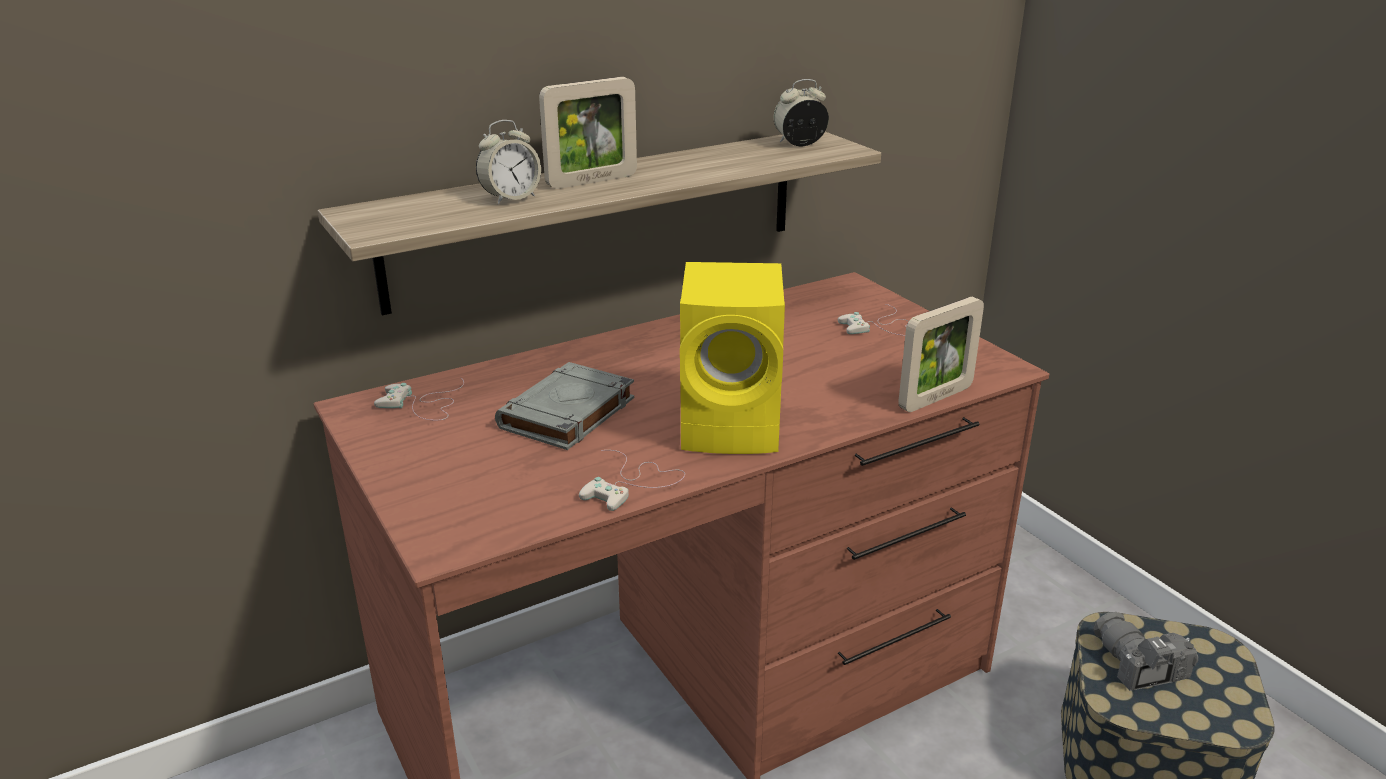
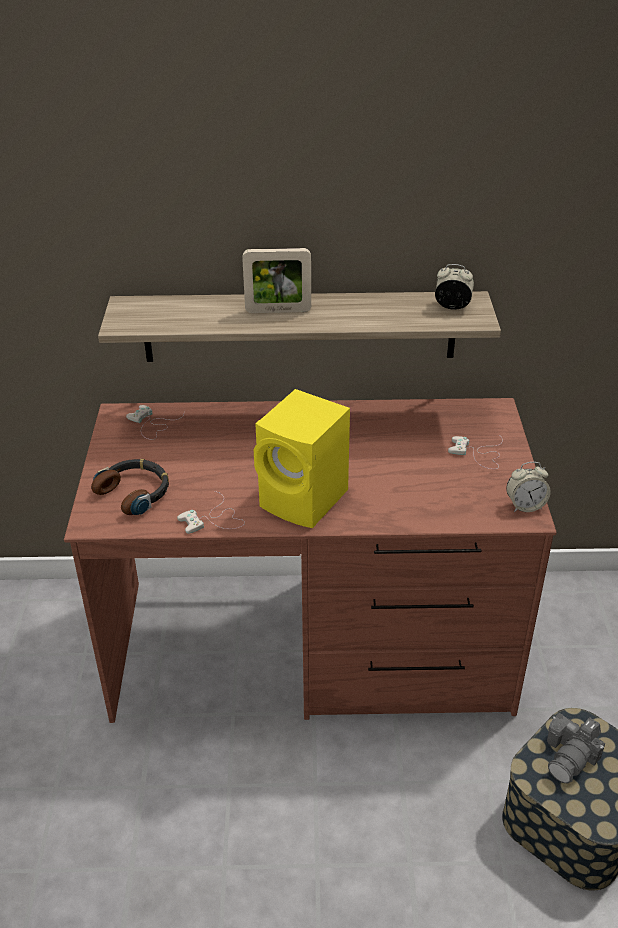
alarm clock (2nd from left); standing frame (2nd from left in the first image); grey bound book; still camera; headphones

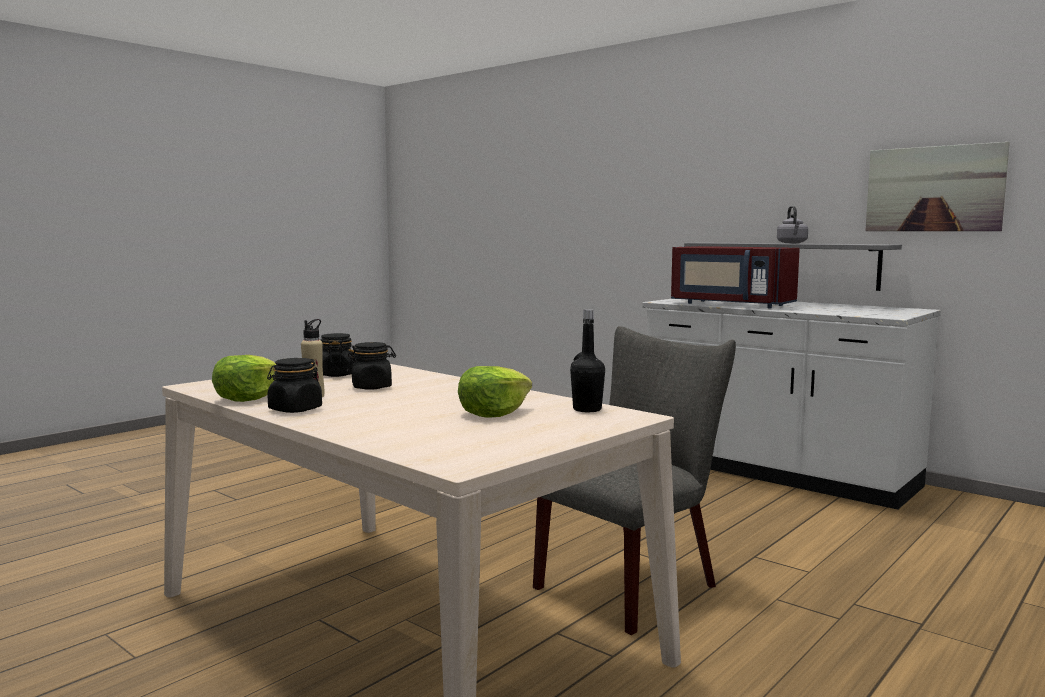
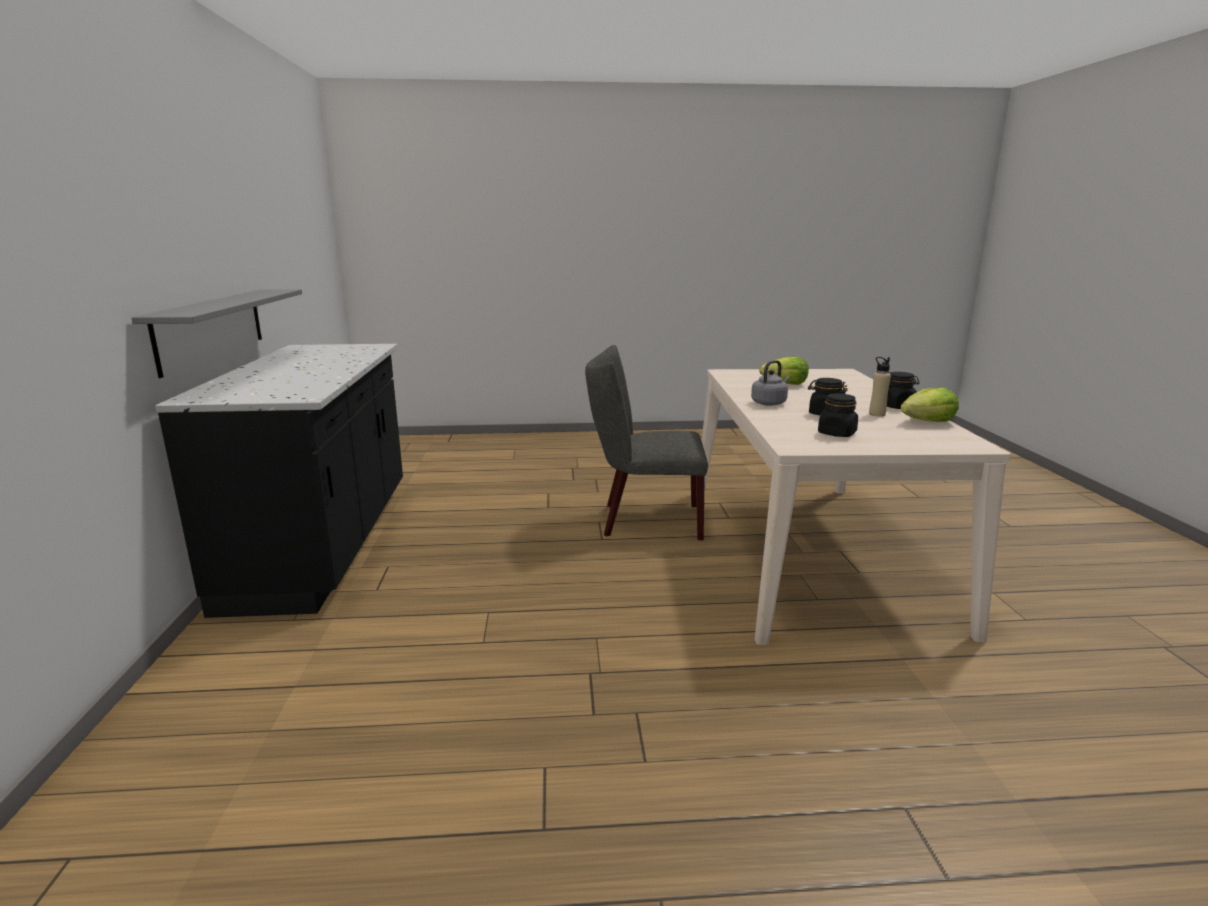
picture; grey water kettle; red-coloured kitchen microwave; blackish counter; blackish bottle

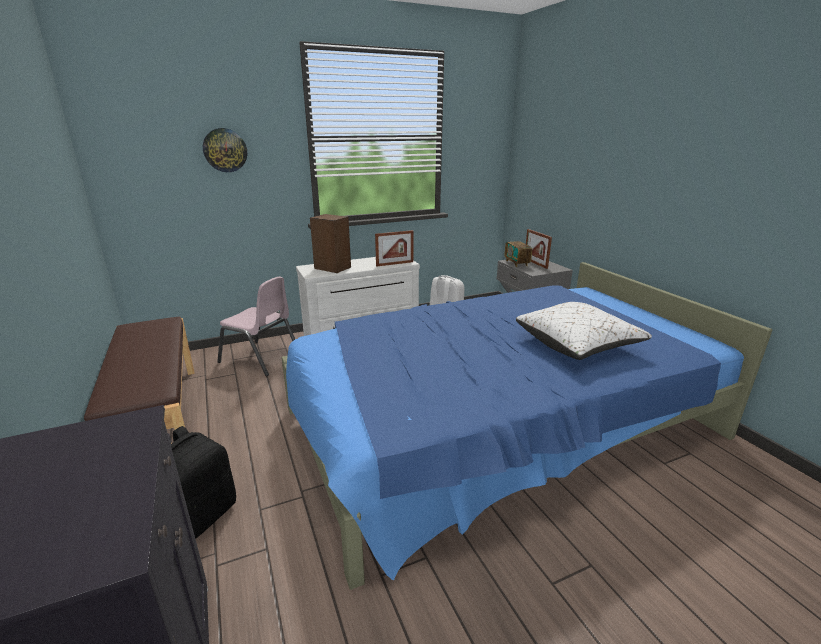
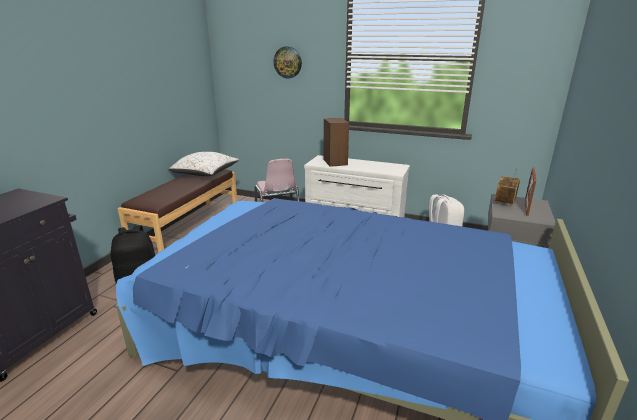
standing frame (1st from left in the first image); whitish cushion

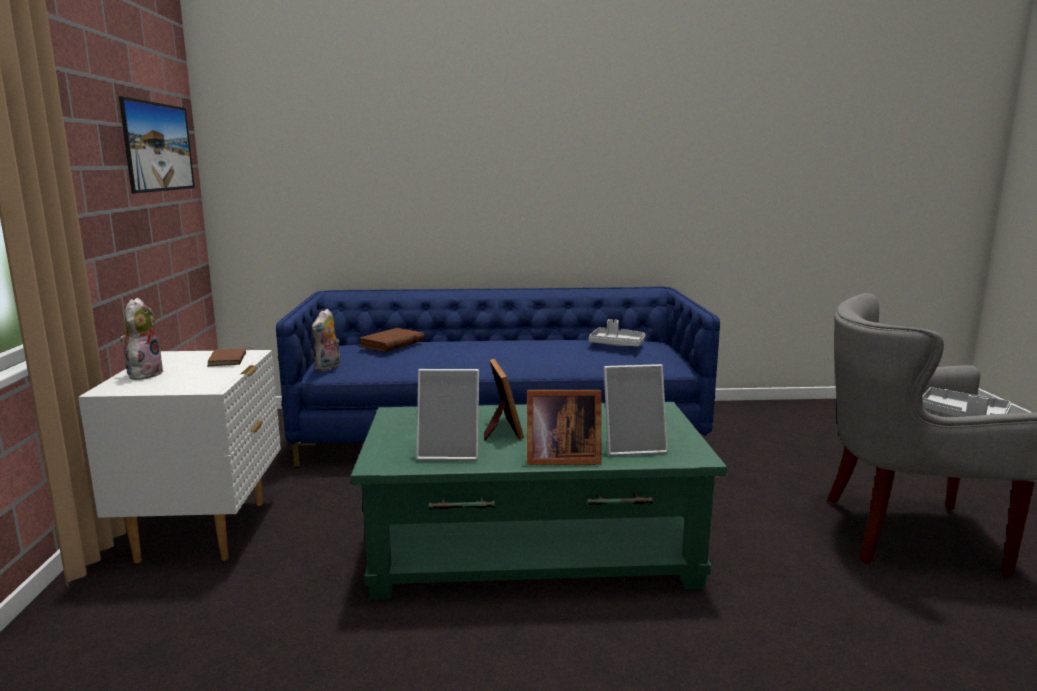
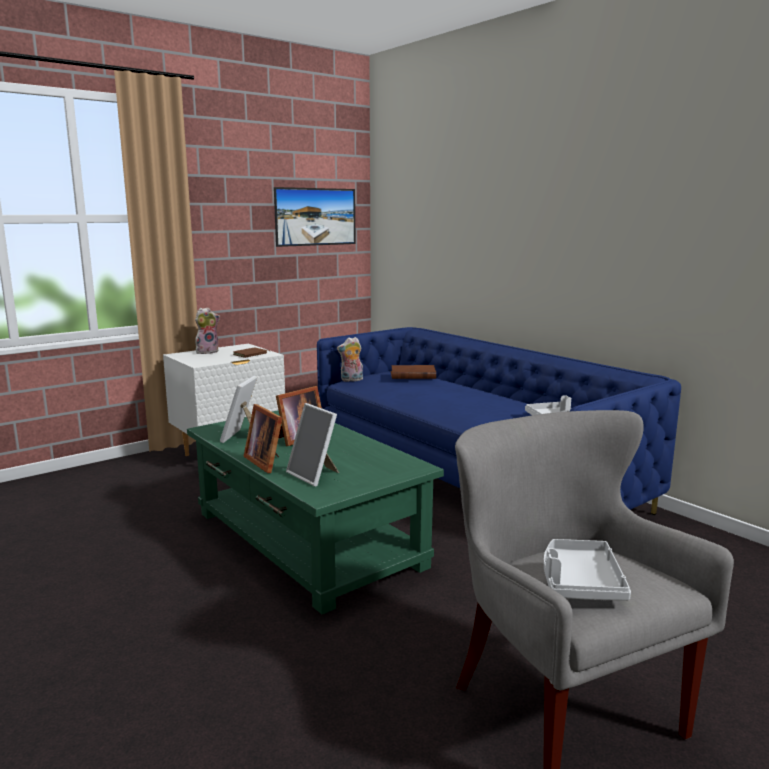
standing frame (1st from left)

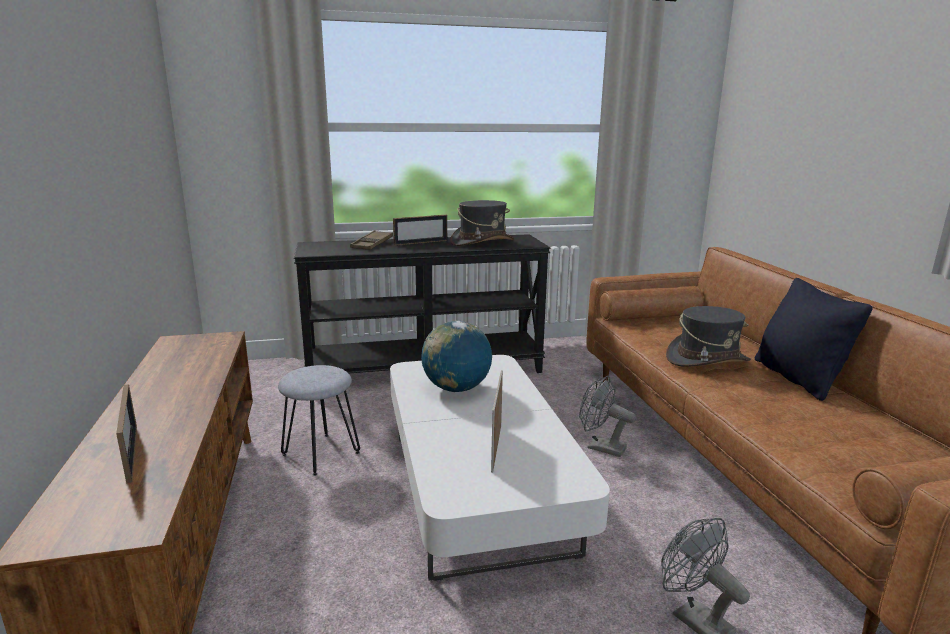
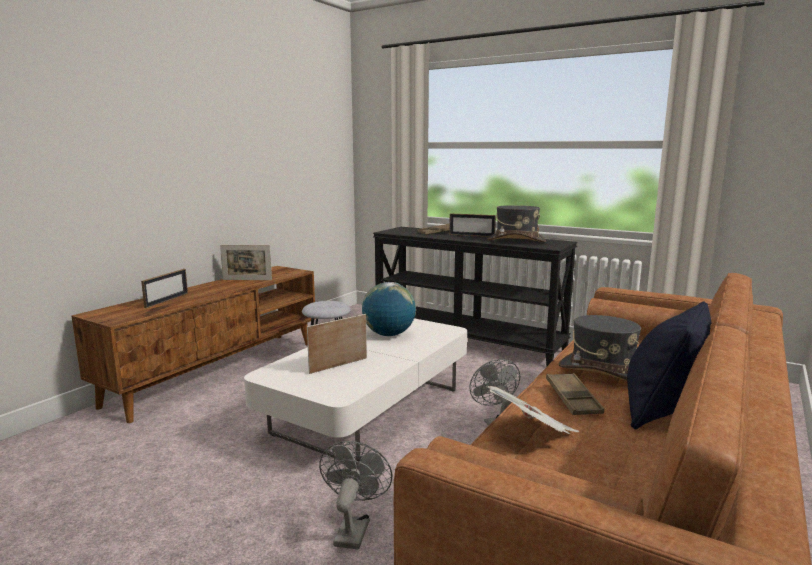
standing frame (2nd from left); brown-coloured carrying tray (2nd from left); newspaper

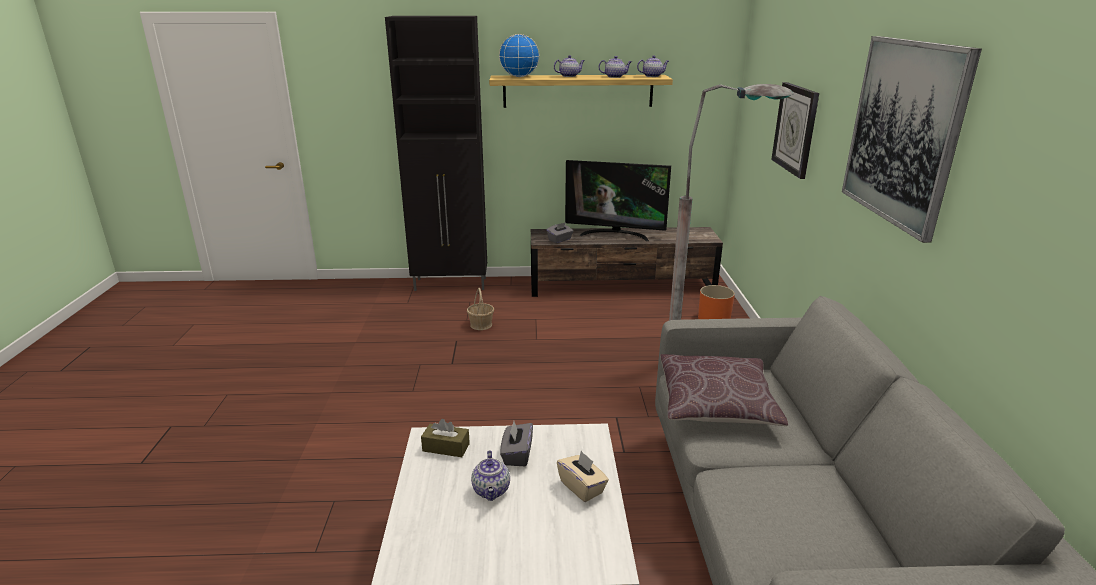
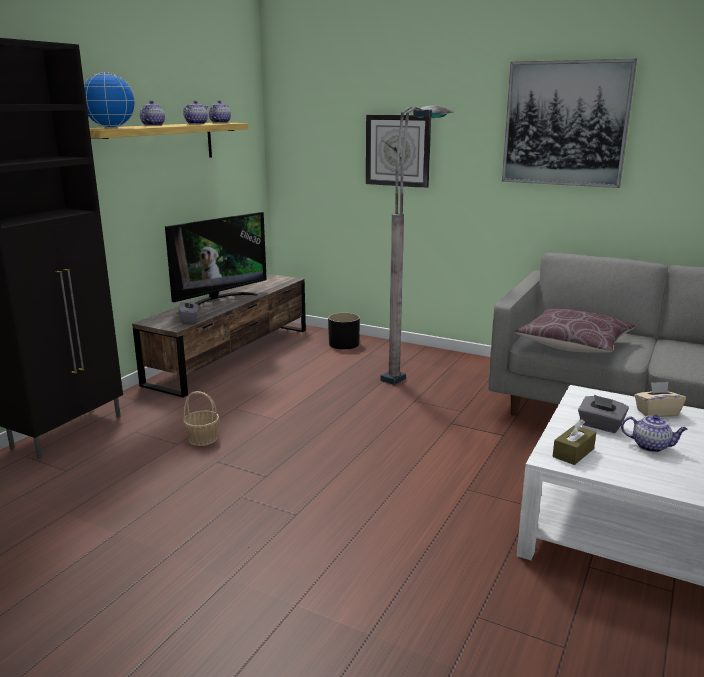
blackish flower pot

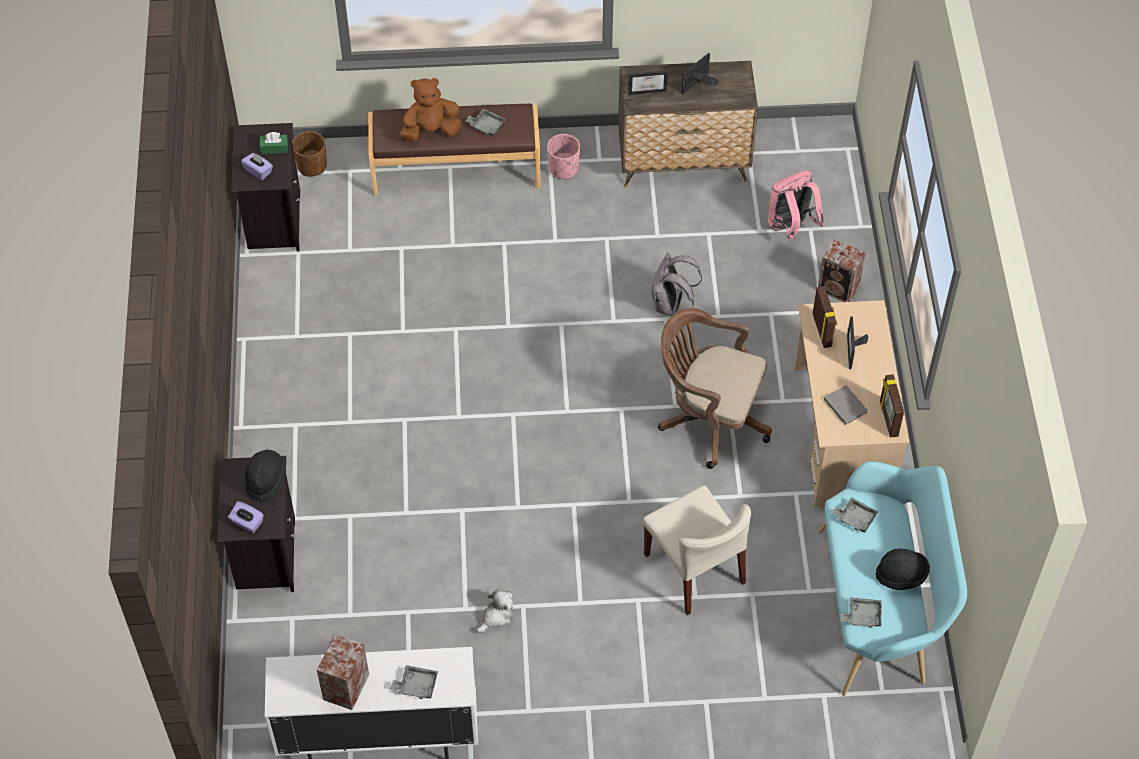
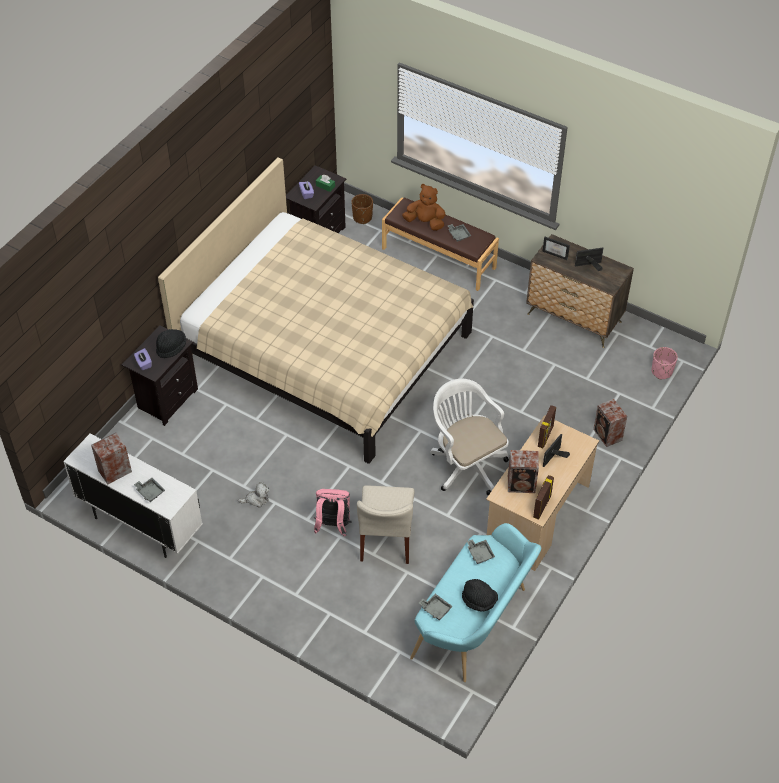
pinkish flower pot; pinkish knapsack; grey knapsack; whitish desk chair; loudspeaker (2nd from left); sand-coloured bedroom bed

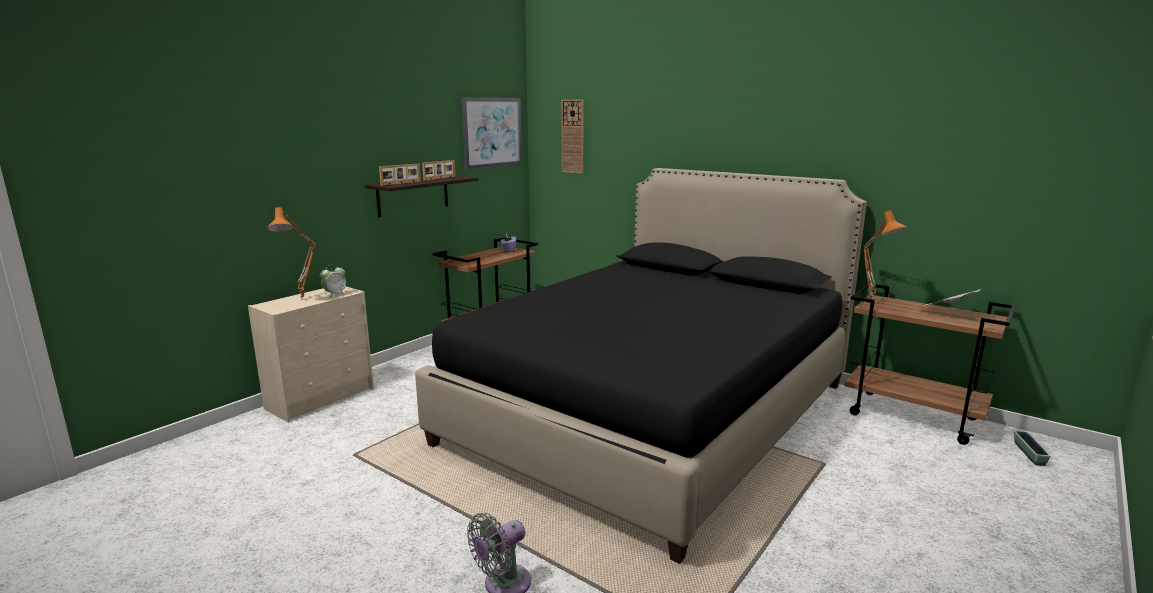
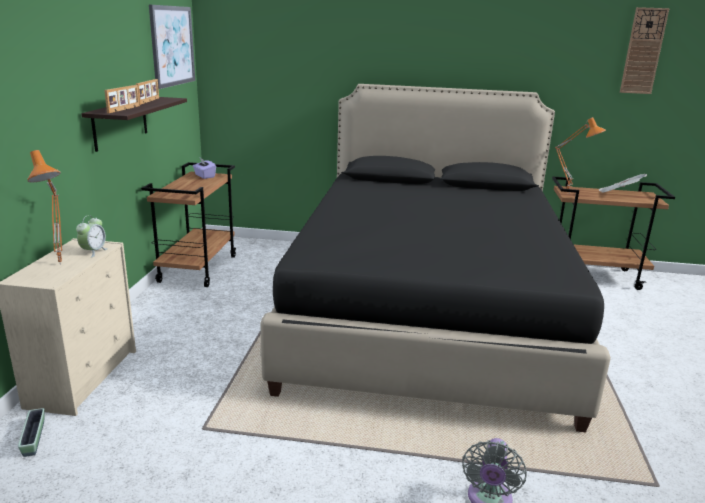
clock on the wall; flower pot

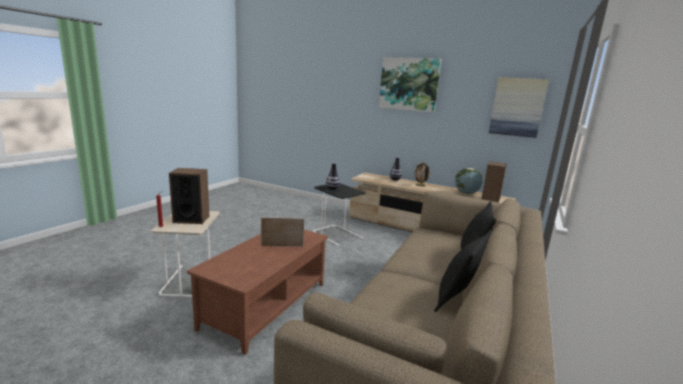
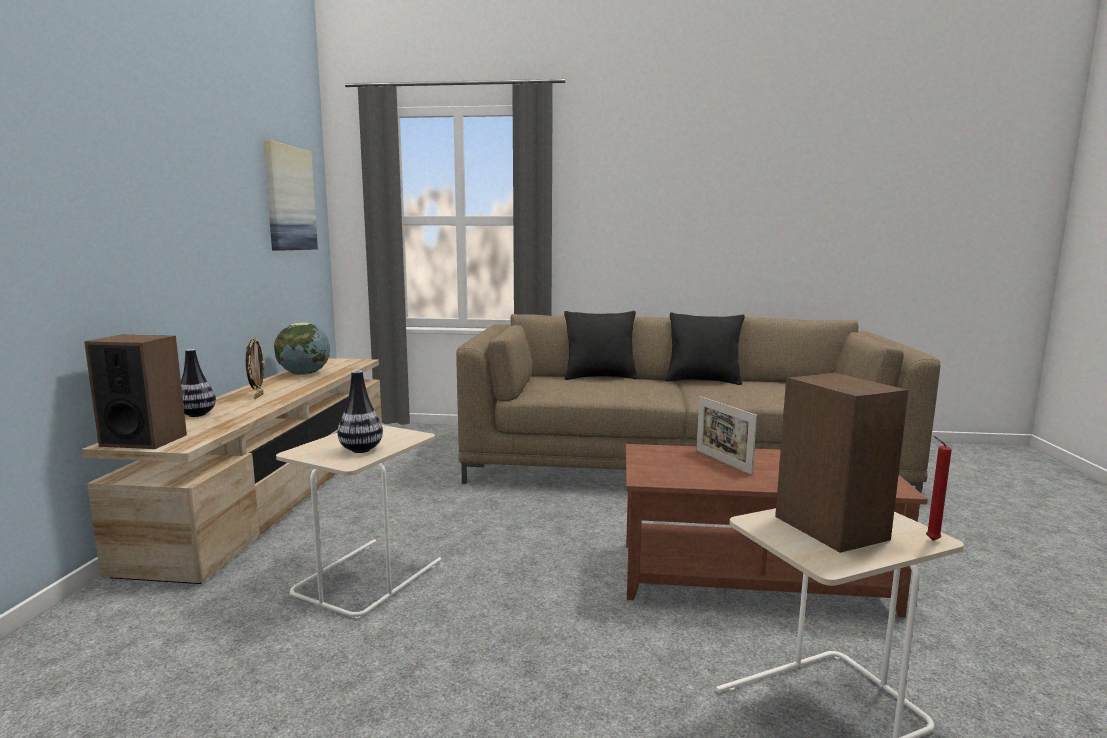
picture (1st from left in the first image); loudspeaker (1st from left); sand-coloured end table (1st from left)

